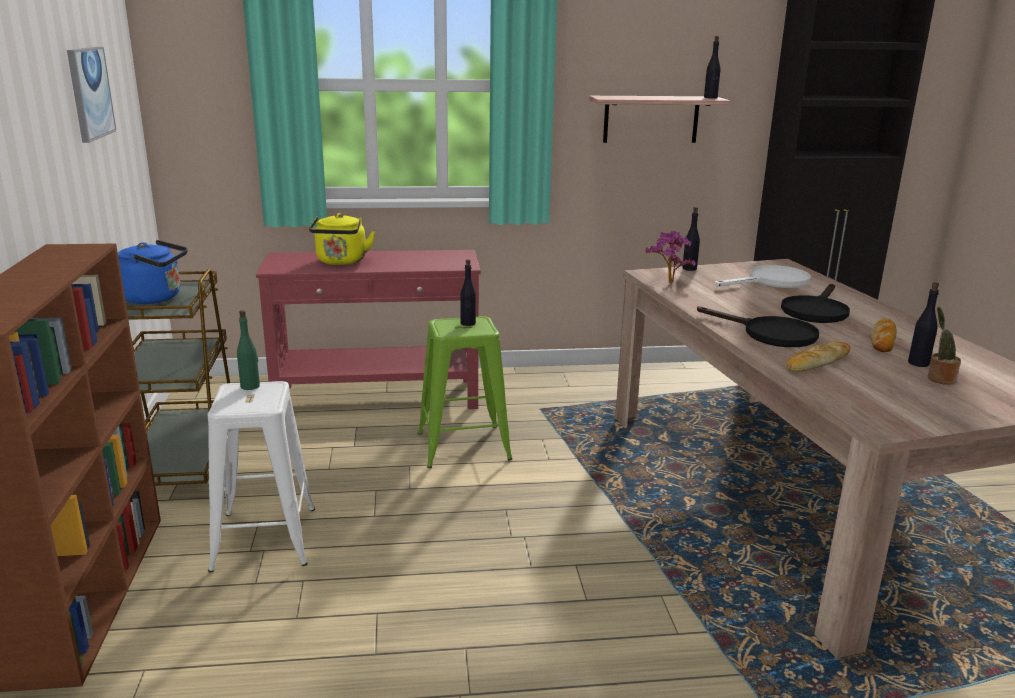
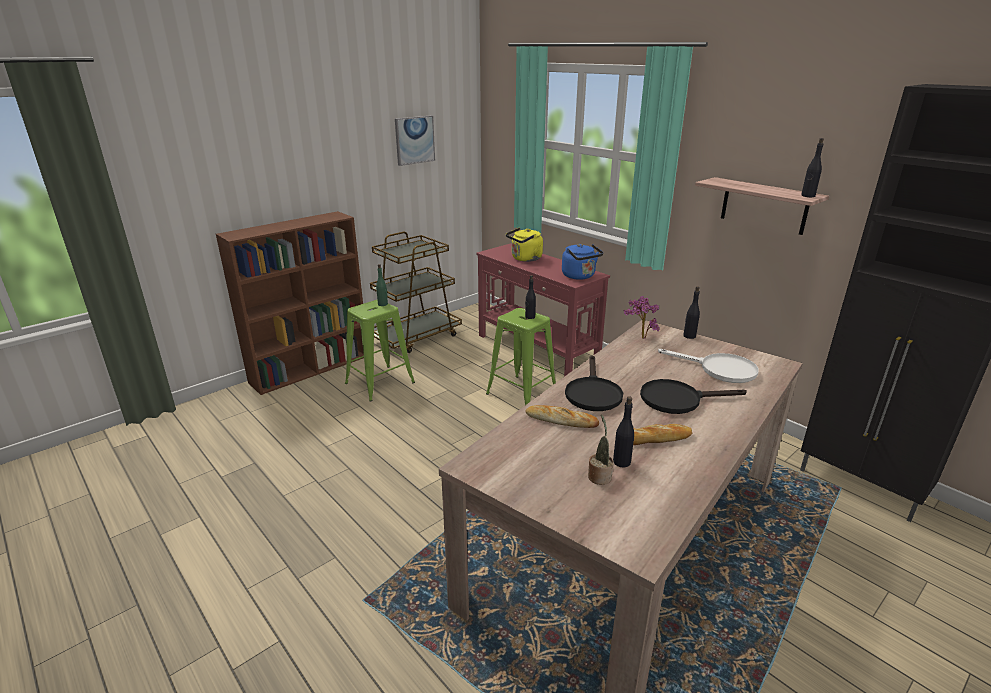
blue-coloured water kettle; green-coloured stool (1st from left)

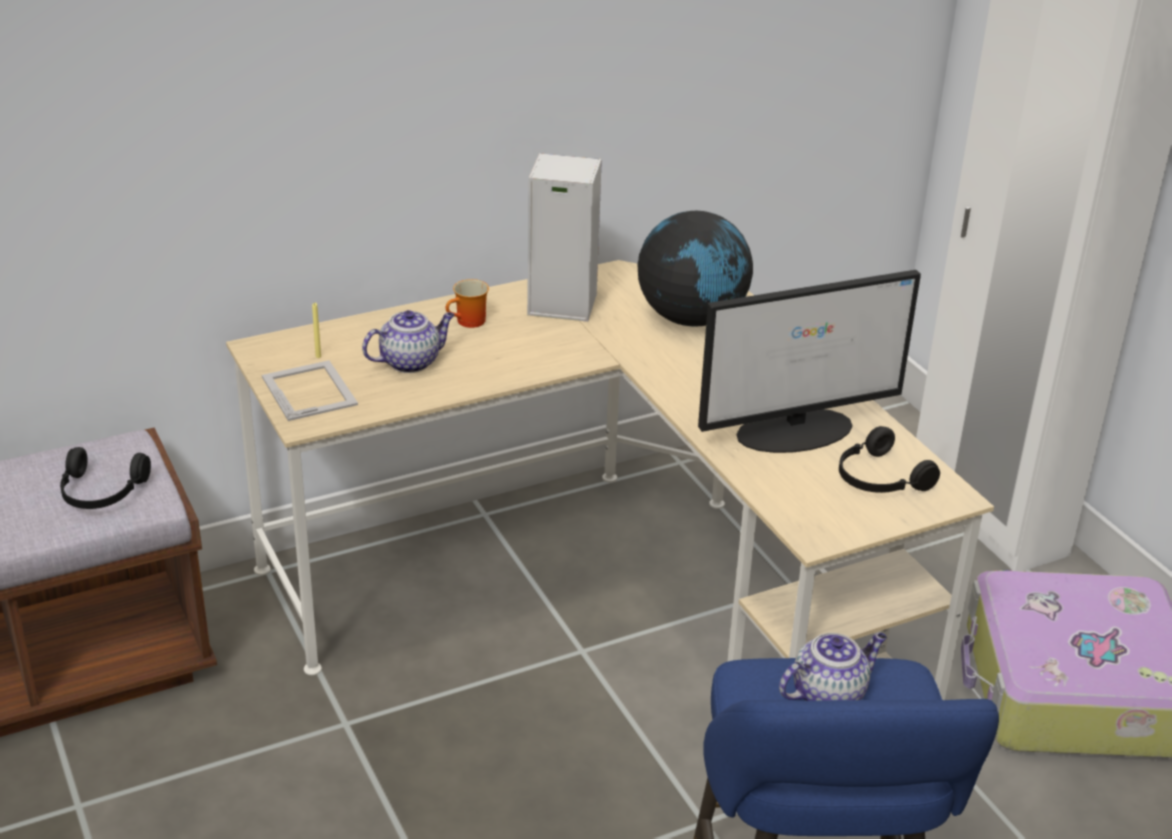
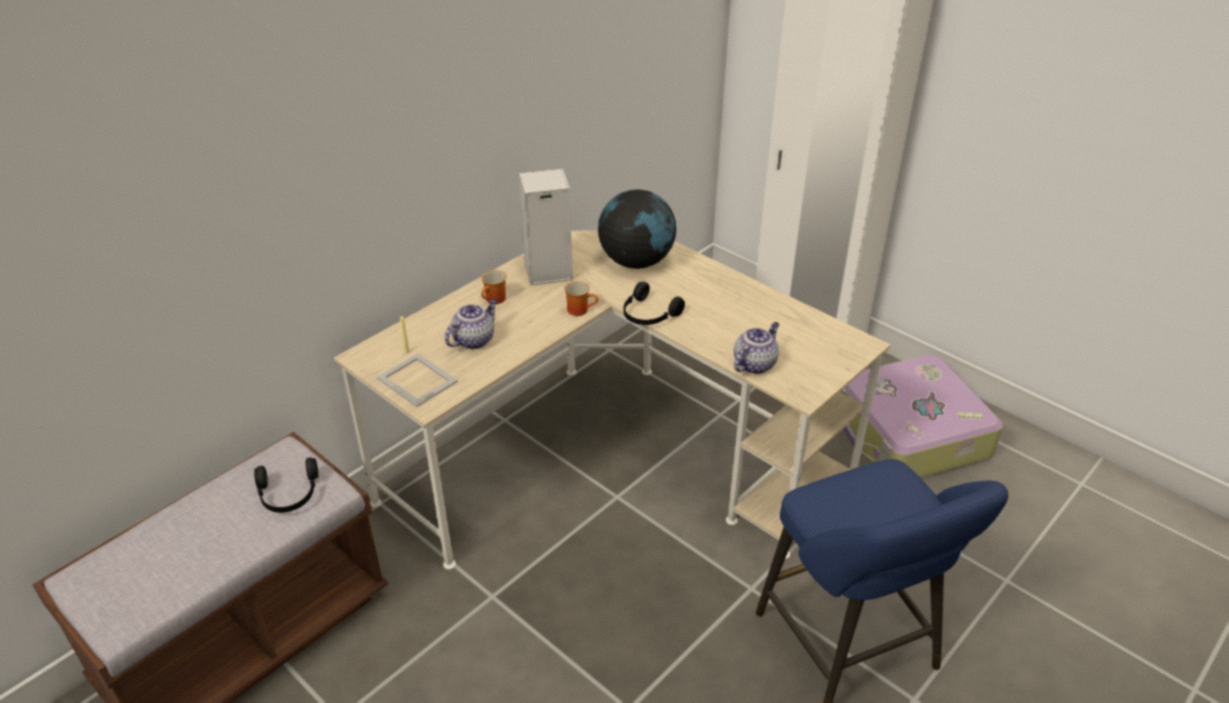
computer display; blackish headphones (2nd from left); tea pot (2nd from left); mug (2nd from left)

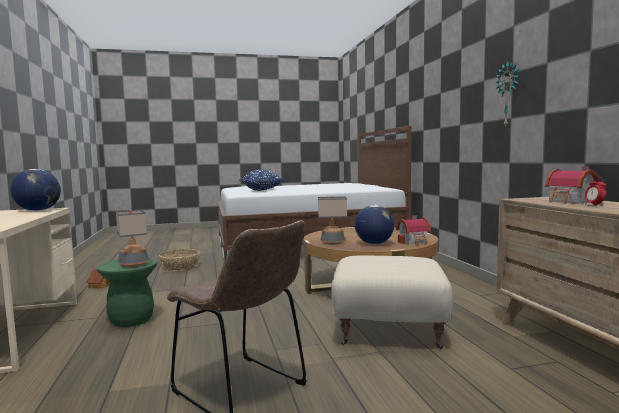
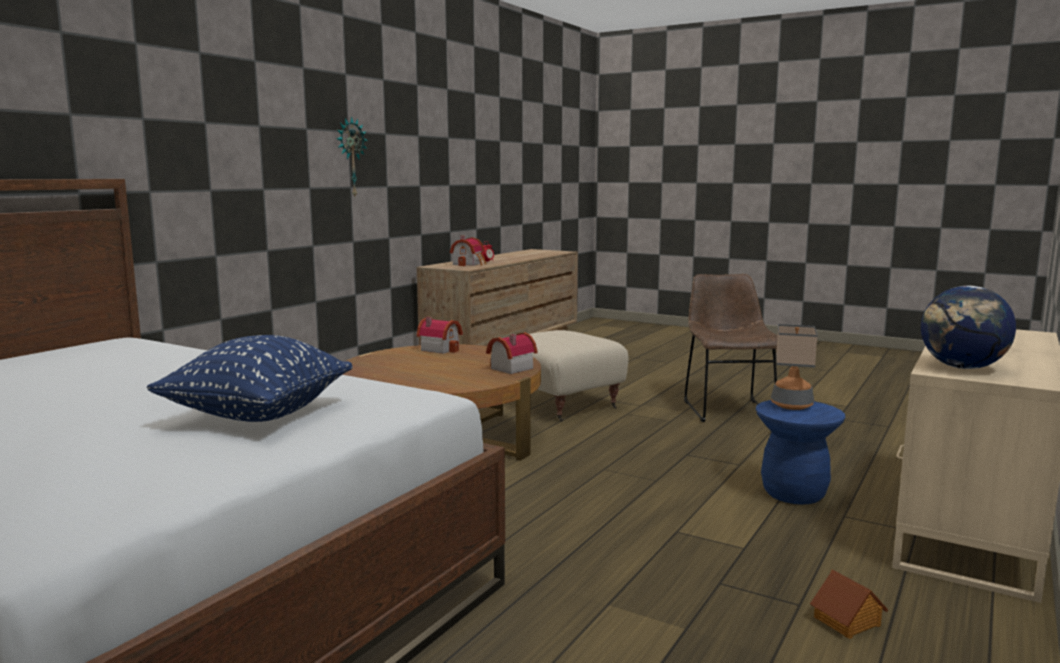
miniature house (3rd from left); world globe (2nd from left in the first image); storage basket; blue-coloured stool

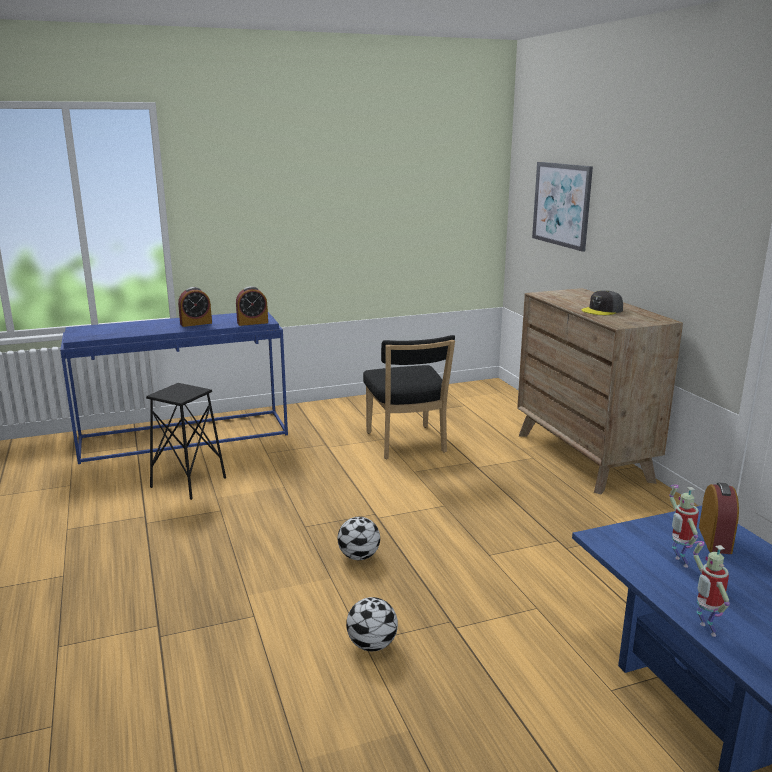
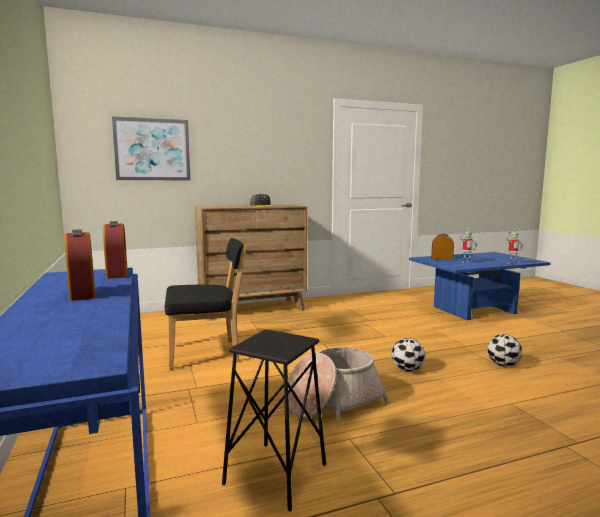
storage basket

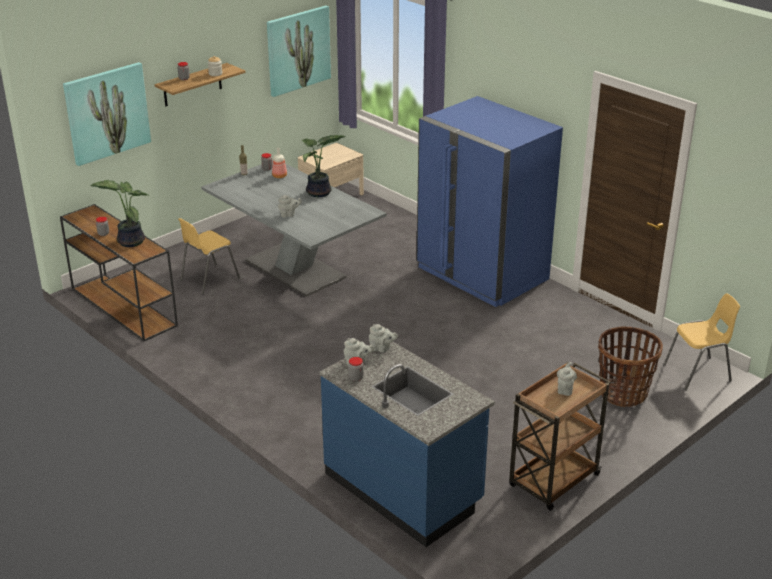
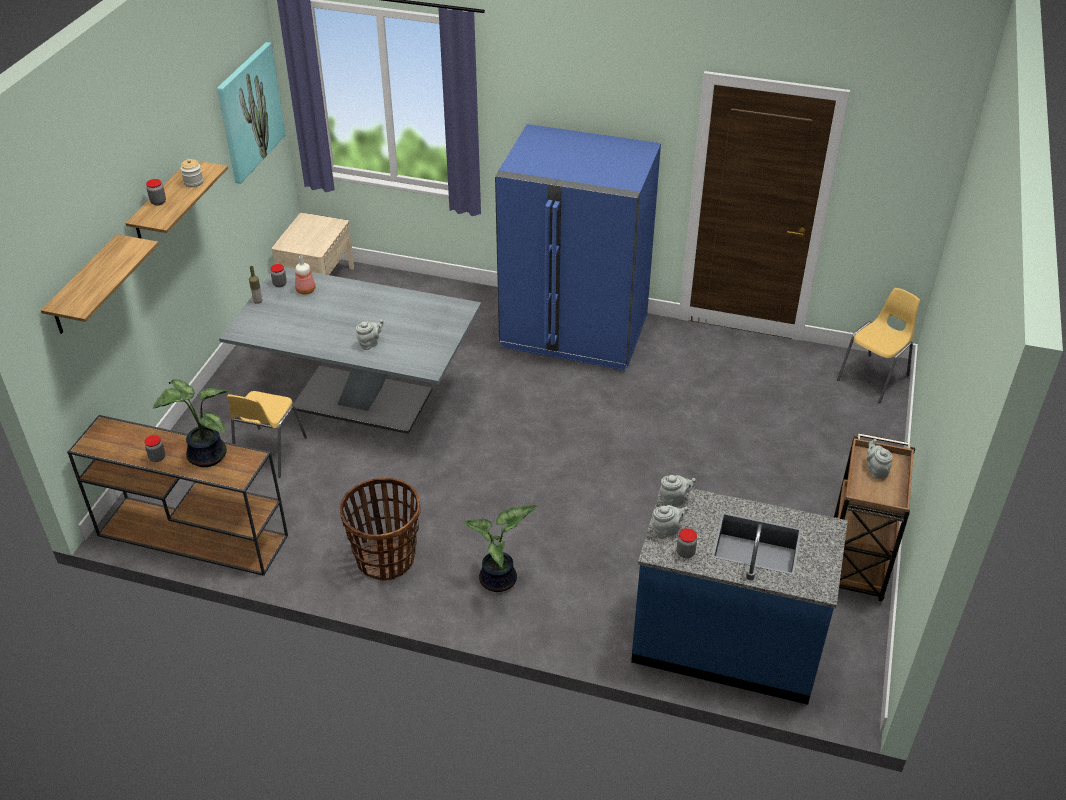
shelf (1st from left); plant in a pot (2nd from left); storage basket

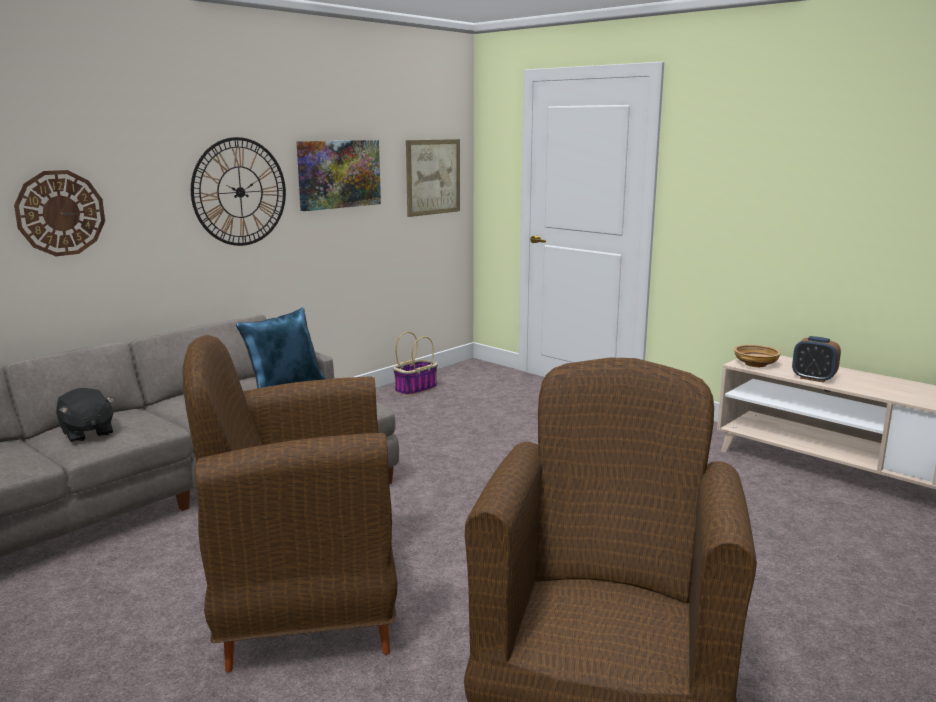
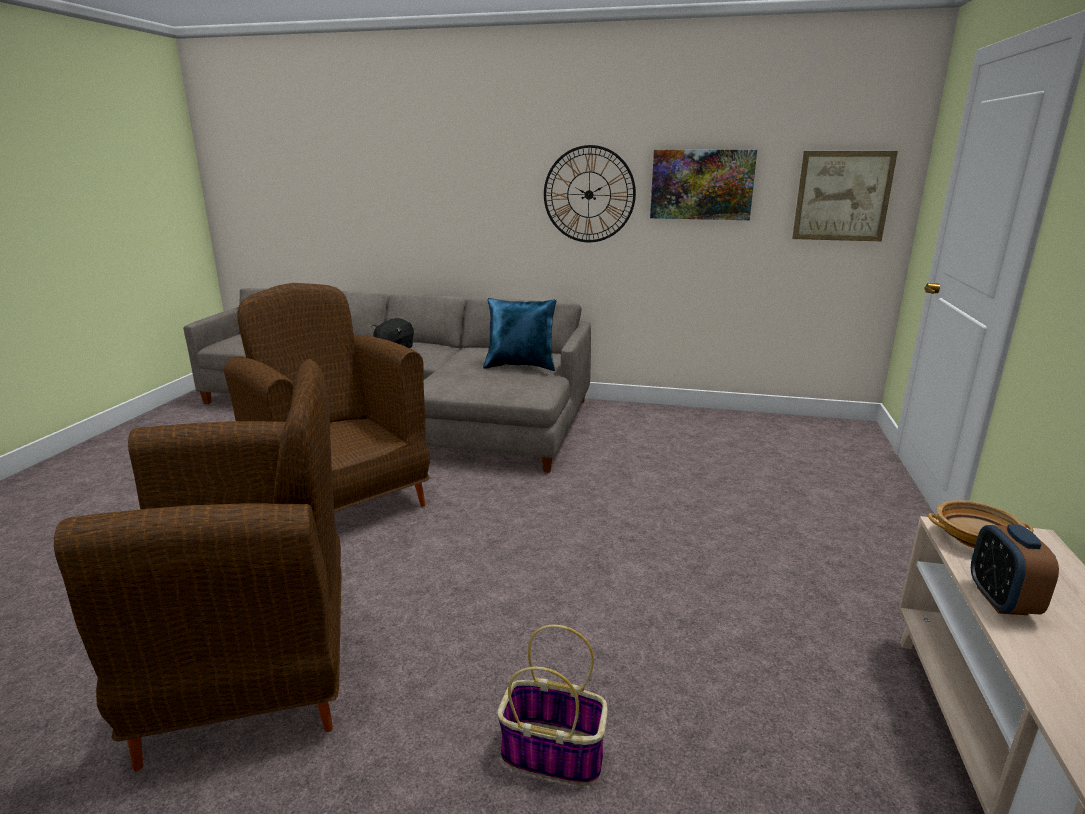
clock on the wall (1st from left in the first image); storage basket

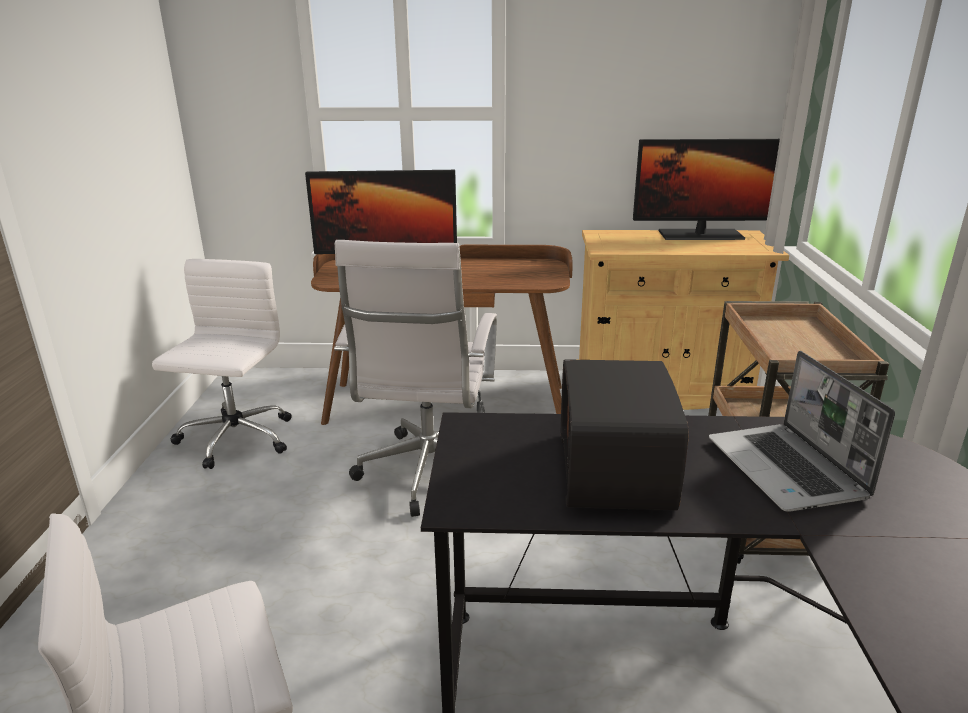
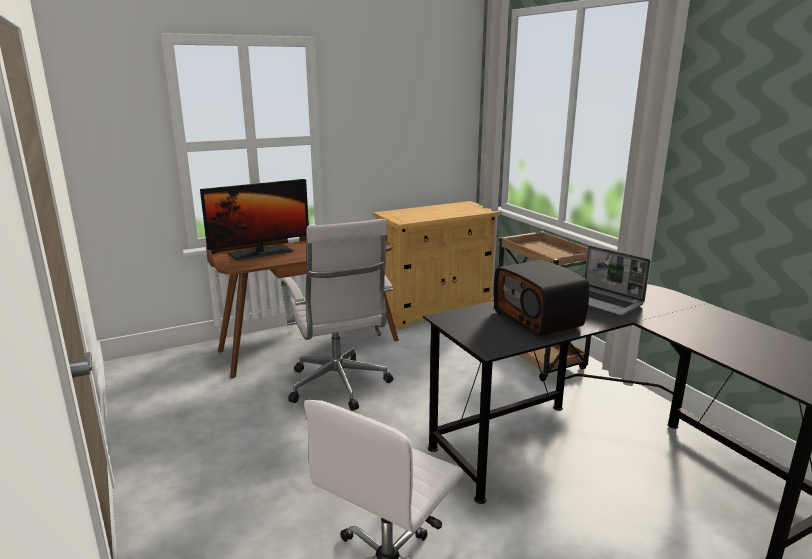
computer display (2nd from left in the first image); whitish desk chair (2nd from left in the first image)

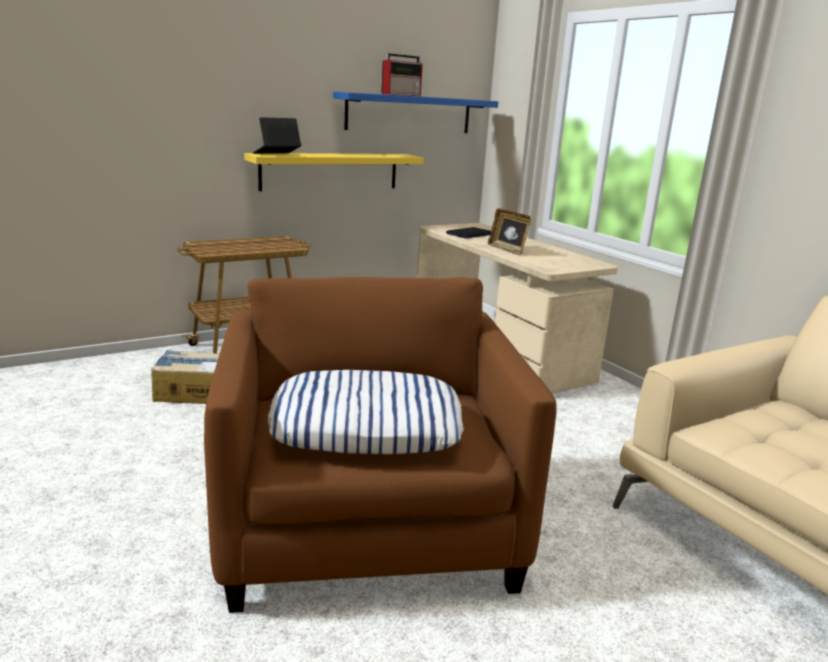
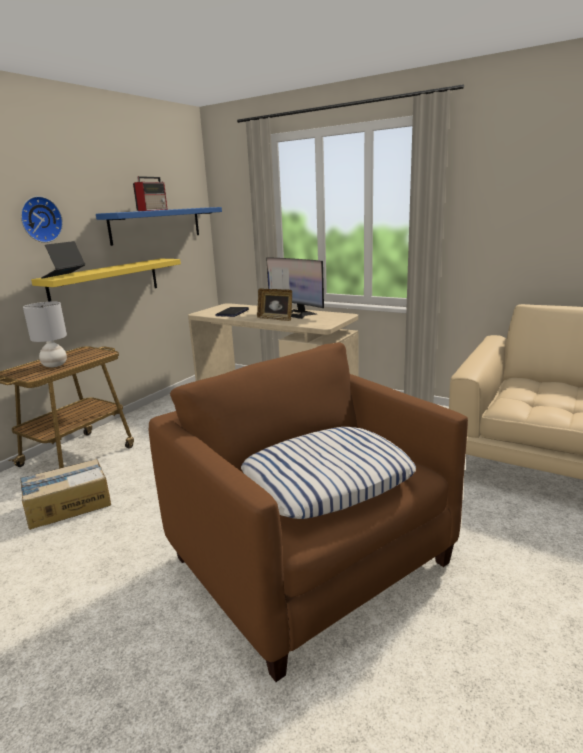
clock on the wall; computer display; grey table lamp

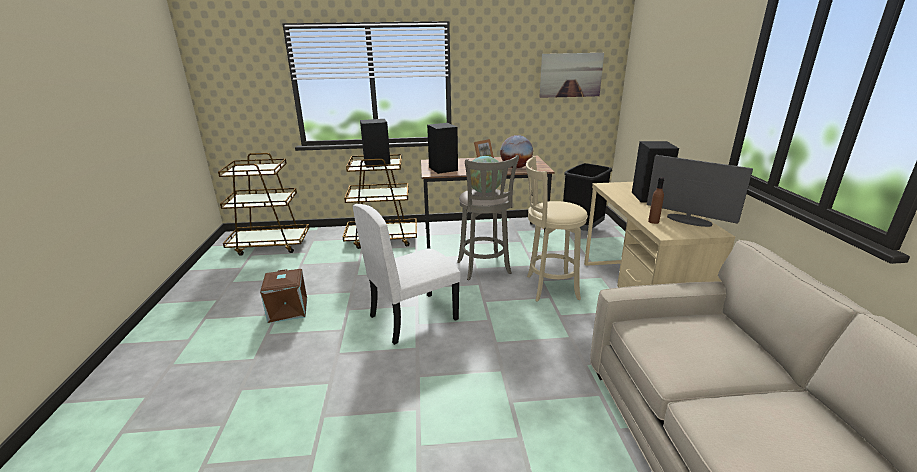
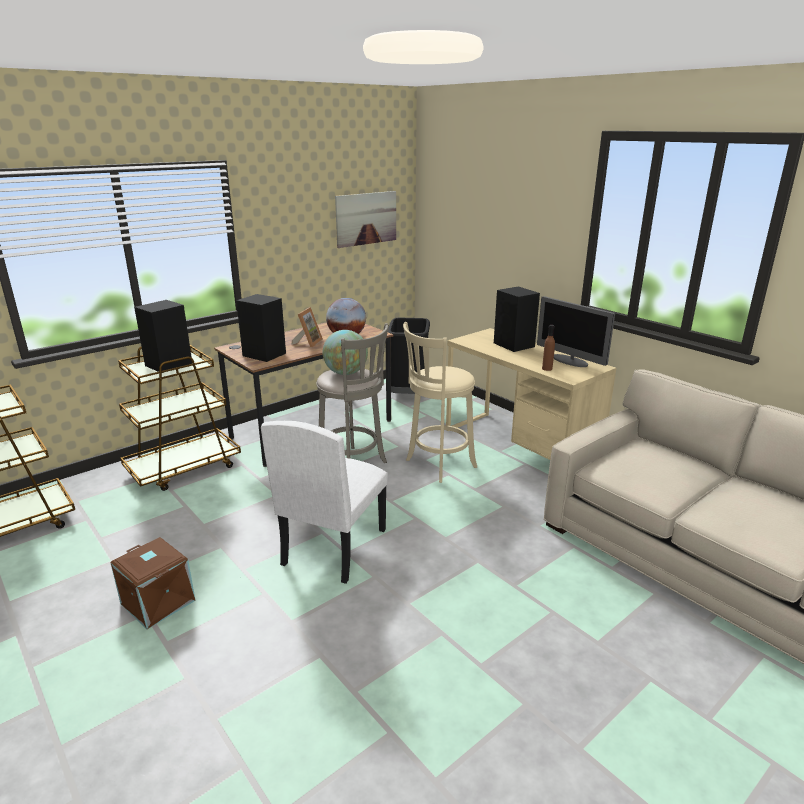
computer display

